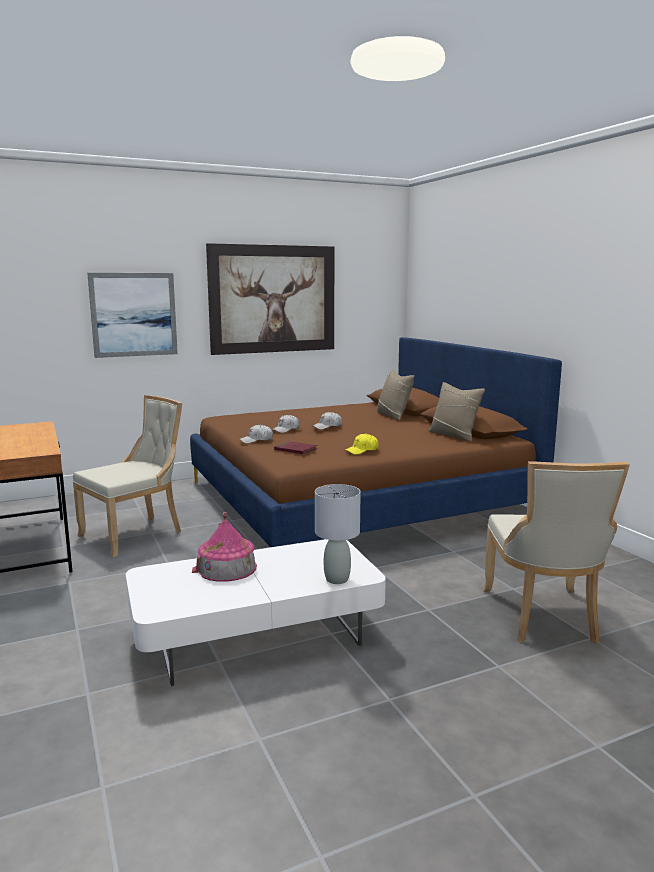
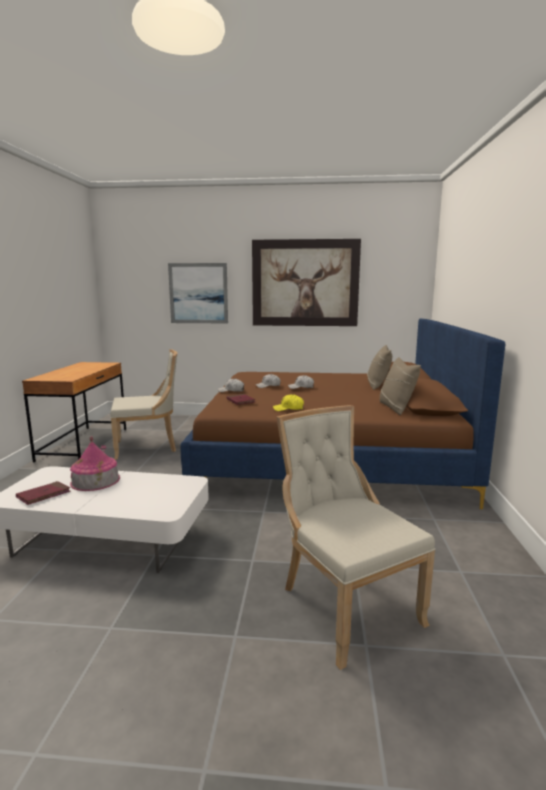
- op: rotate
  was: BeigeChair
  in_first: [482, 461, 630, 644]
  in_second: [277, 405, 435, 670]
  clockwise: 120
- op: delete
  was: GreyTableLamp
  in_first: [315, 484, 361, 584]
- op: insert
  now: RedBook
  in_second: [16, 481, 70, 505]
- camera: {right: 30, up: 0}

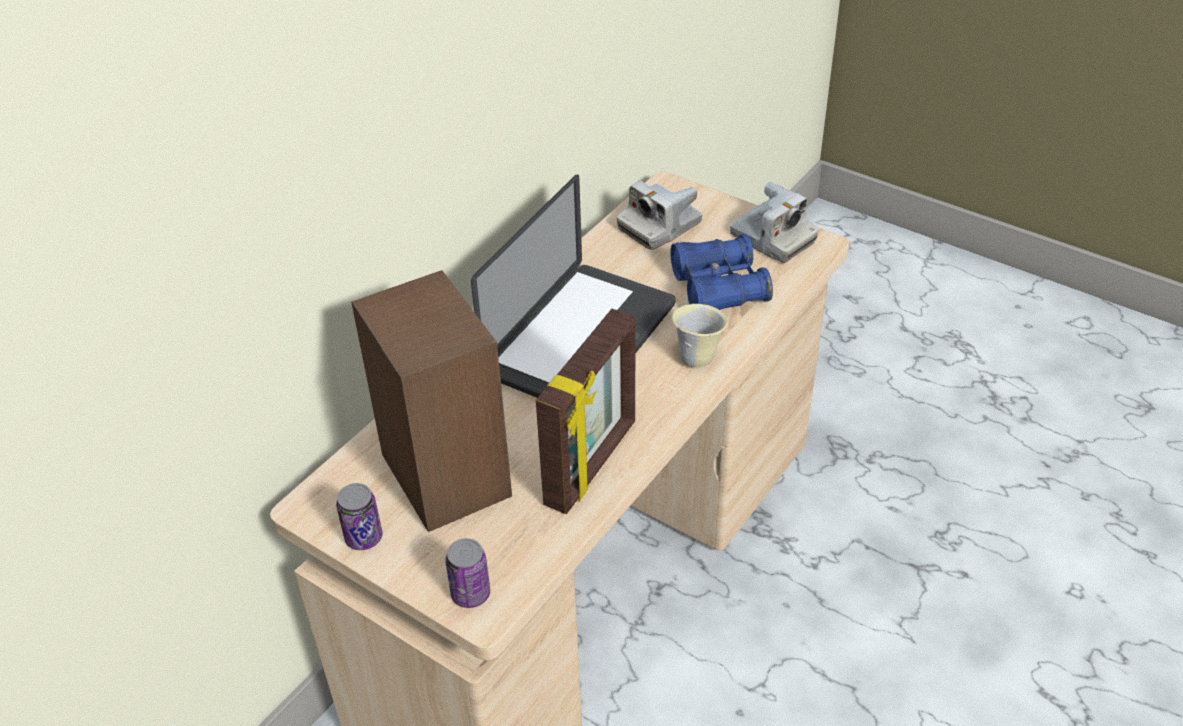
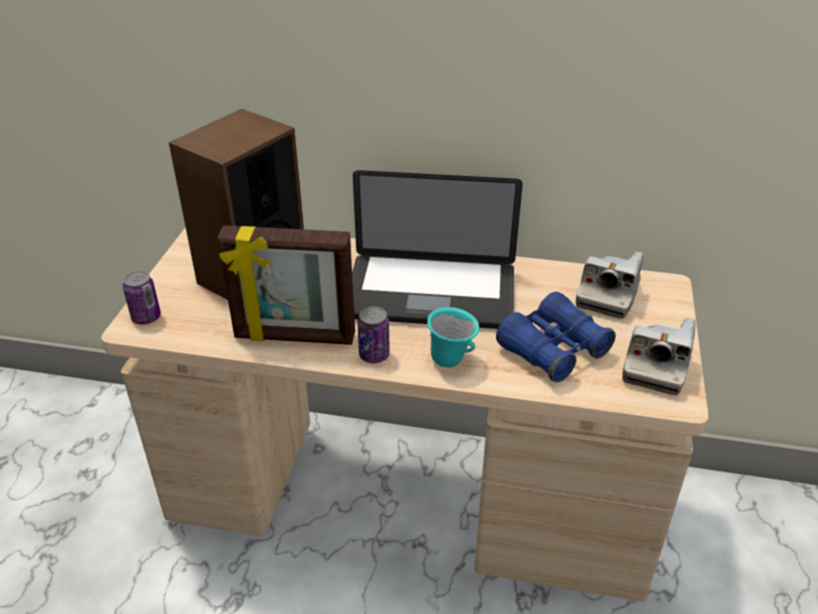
- op: rotate
  was: PhotoCamera
  in_first: [617, 181, 703, 250]
  in_second: [576, 251, 644, 319]
  clockwise: -90
- op: recolor
  was: BeigeMug
  now: TurquoiseMug
  in_first: [672, 304, 728, 368]
  in_second: [427, 307, 479, 368]
- op: move
  was: Can
  in_first: [336, 483, 382, 550]
  in_second: [357, 306, 390, 363]
- camera: {right: 65, up: -5}

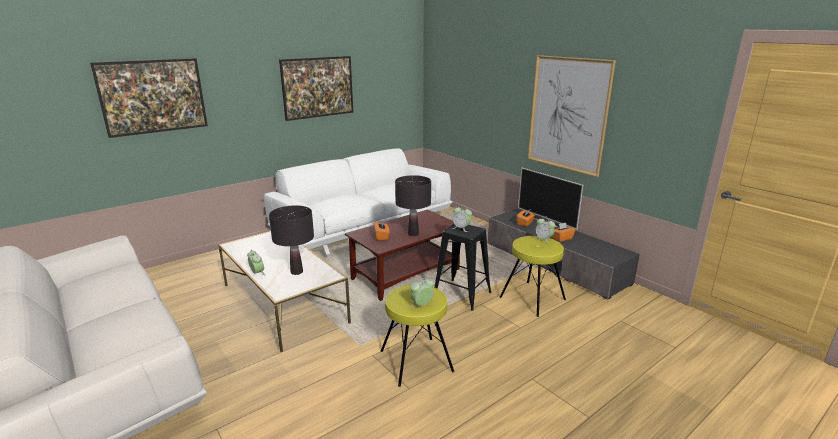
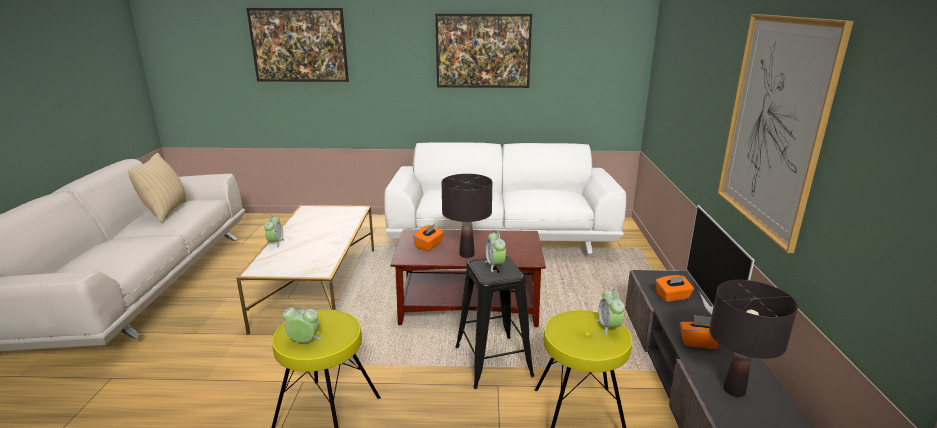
- op: move
  was: BlackTableLamp
  in_first: [269, 205, 314, 275]
  in_second: [709, 280, 798, 397]
- op: insert
  now: BeigePillow
  in_second: [128, 153, 188, 223]
- camera: {right: 40, up: 0}

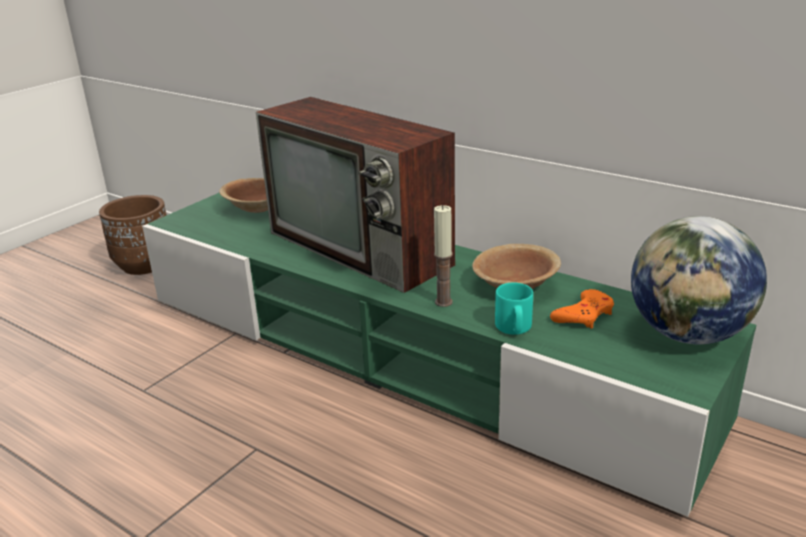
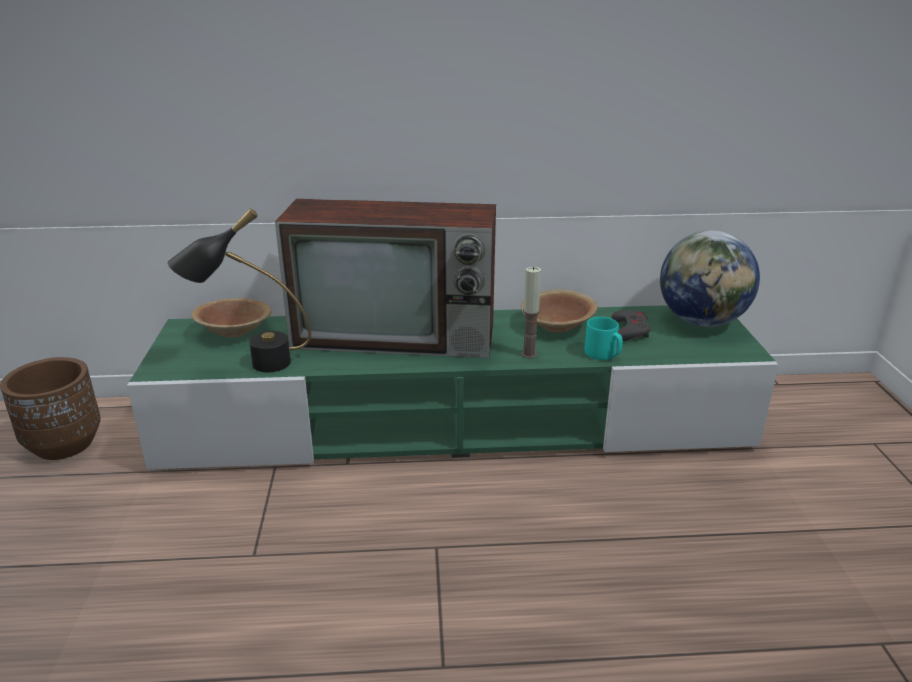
- op: recolor
  was: OrangeGameController
  now: GreyGameController
  in_first: [550, 289, 614, 329]
  in_second: [612, 310, 651, 341]
- op: insert
  now: BlackTableLamp
  in_second: [167, 209, 311, 372]
- camera: {right: -40, up: 0}

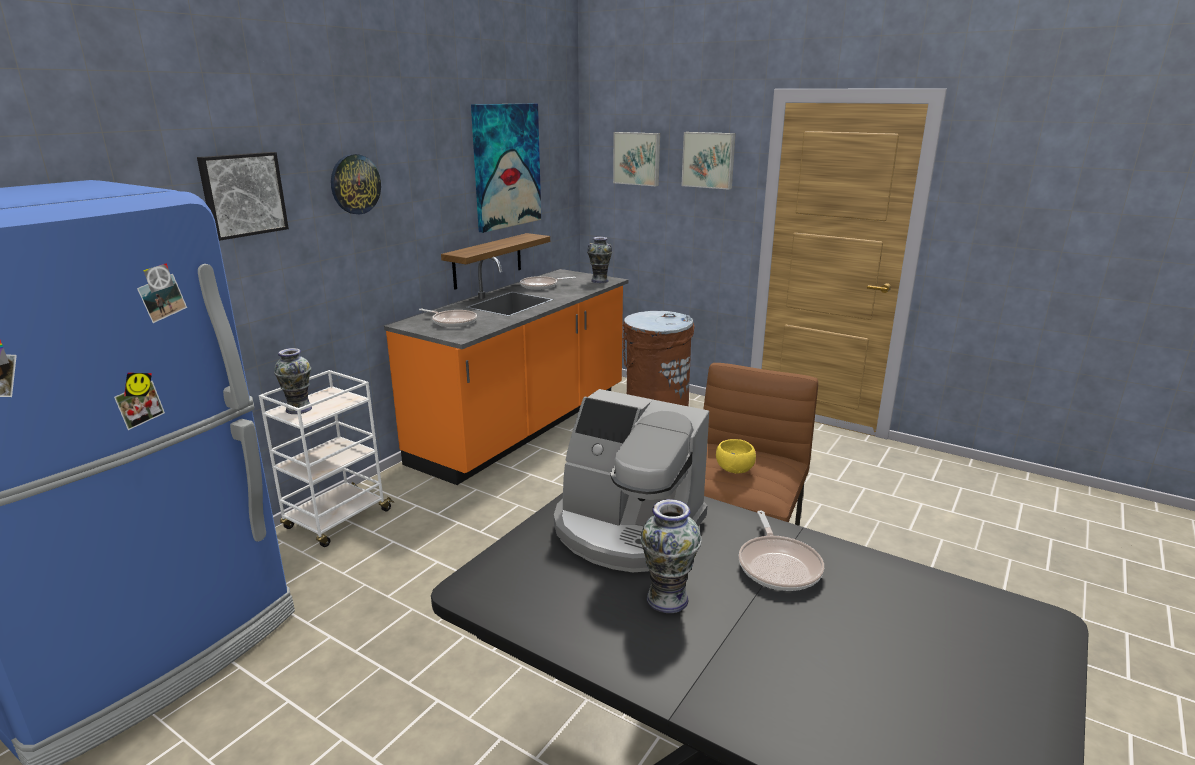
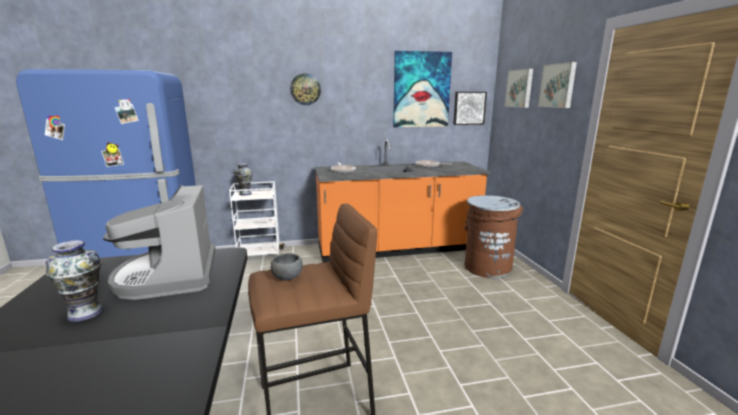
- op: move
  was: Picture
  in_first: [197, 152, 289, 241]
  in_second: [453, 92, 487, 125]
- op: delete
  was: Shelf
  in_first: [441, 233, 550, 290]
- op: delete
  was: Vase
  in_first: [587, 237, 612, 283]
- op: recolor
  was: YellowBowl
  now: GreyBowl
  in_first: [716, 439, 756, 473]
  in_second: [271, 253, 303, 280]
- op: delete
  was: FryingPan
  in_first: [739, 511, 824, 591]
- camera: {right: 45, up: -5}

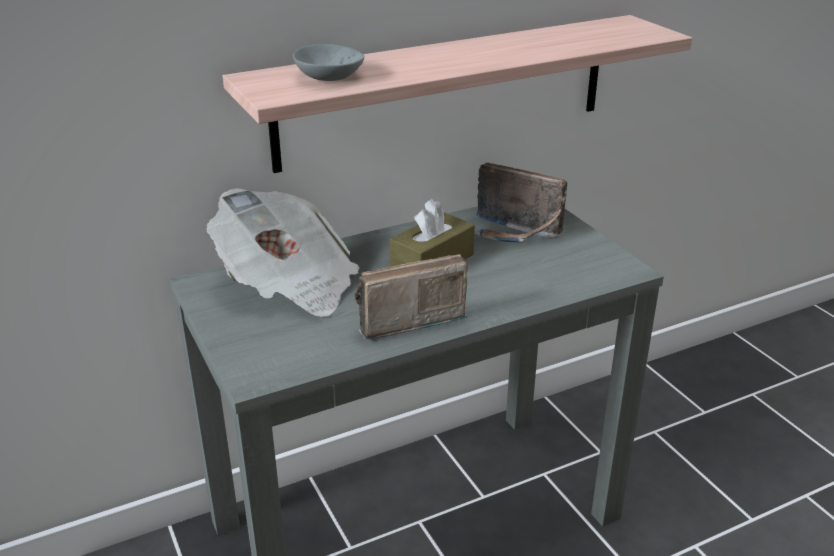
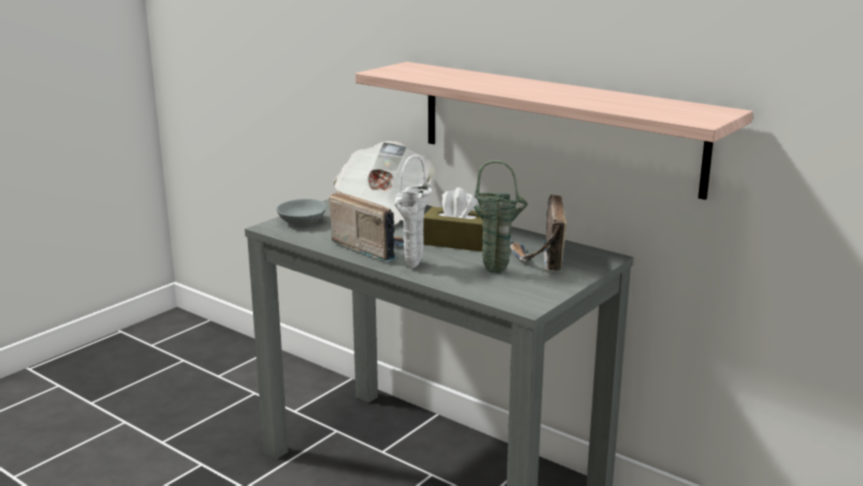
- op: move
  was: GreyBowl
  in_first: [293, 44, 364, 81]
  in_second: [276, 199, 326, 226]
- op: insert
  now: WhiteVase
  in_second: [394, 155, 432, 268]
- op: insert
  now: GreenVase
  in_second: [474, 160, 528, 272]
- camera: {right: 65, up: -10}

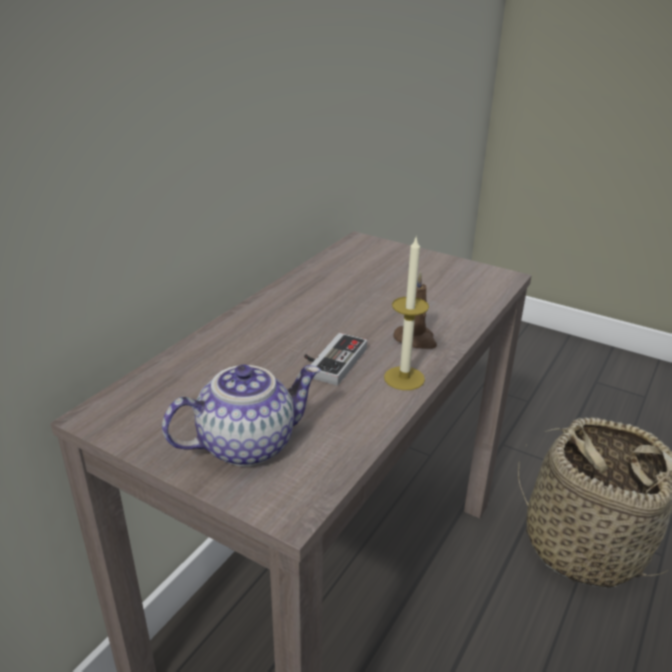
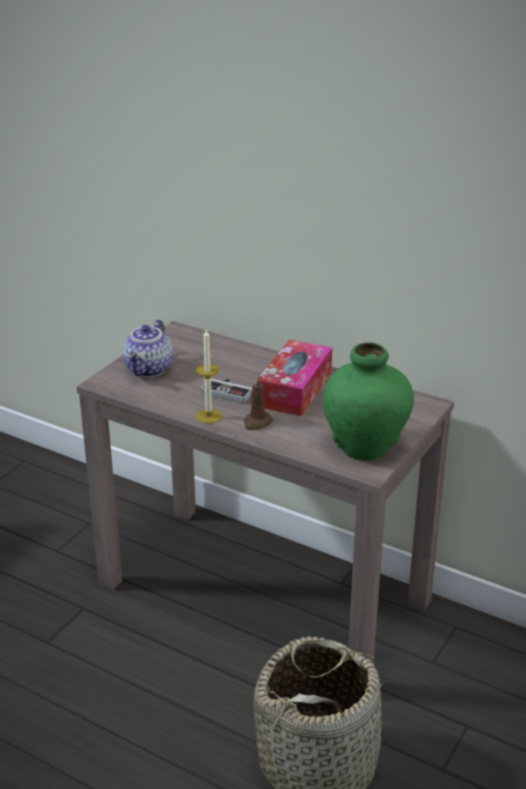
- op: rotate
  was: Teapot
  in_first: [162, 364, 321, 467]
  in_second: [122, 319, 173, 377]
  clockwise: 45
- op: insert
  now: TissueBox
  in_second: [259, 339, 332, 416]
- op: insert
  now: GreenVase
  in_second: [323, 342, 414, 461]
- camera: {right: 90, up: 0}

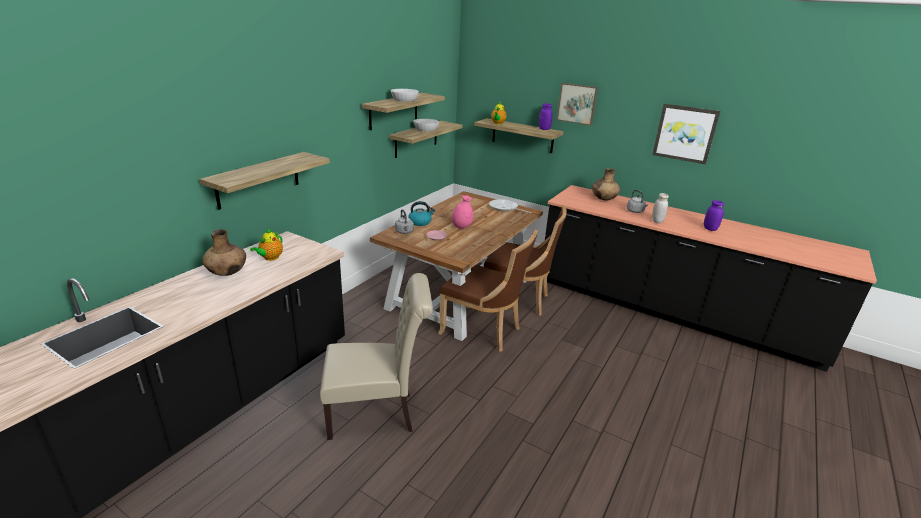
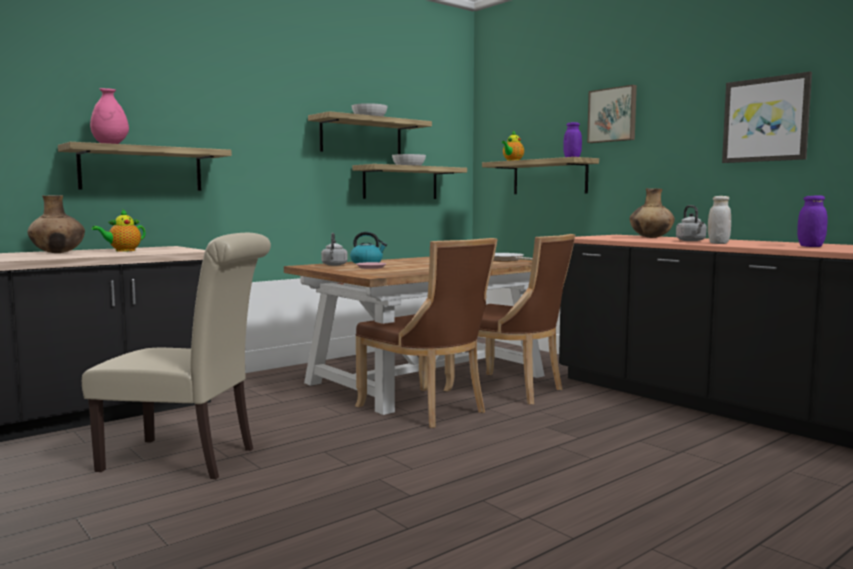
- op: move
  was: PinkVase
  in_first: [452, 195, 473, 229]
  in_second: [90, 88, 129, 144]
- camera: {right: 20, up: -20}

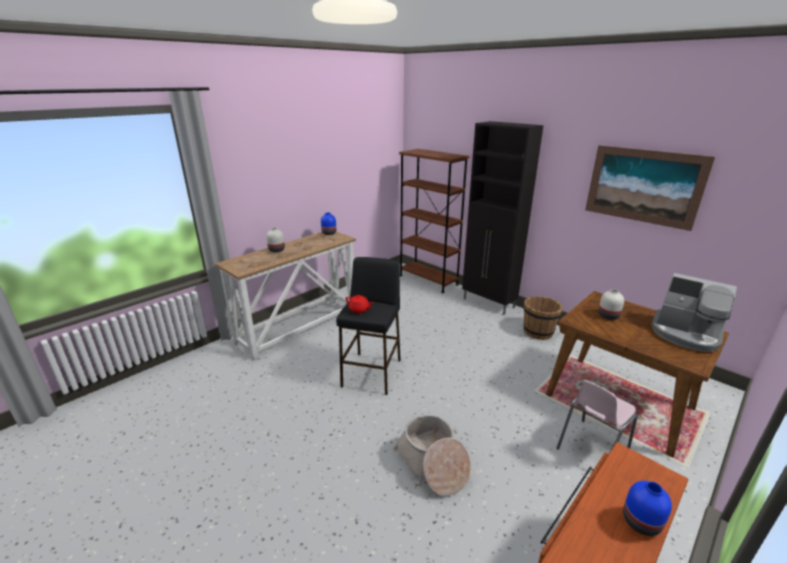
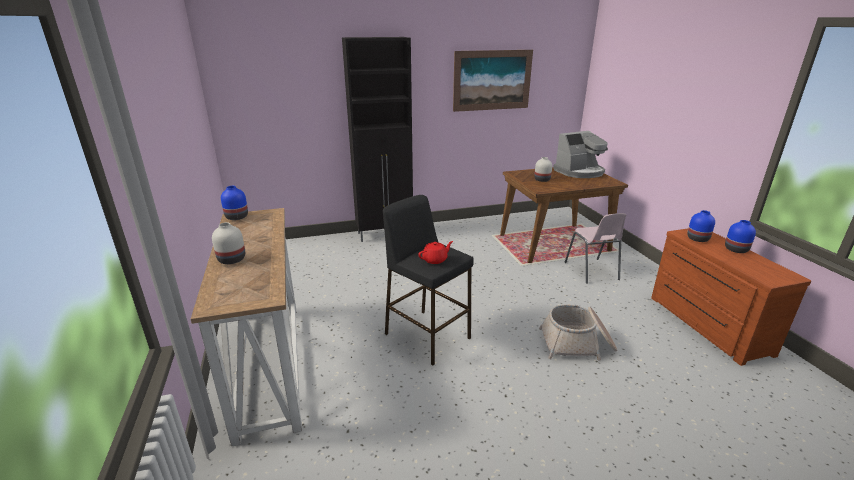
- op: delete
  was: BrownBookcase
  in_first: [399, 149, 469, 293]
- op: delete
  was: BrownBucket
  in_first: [523, 296, 563, 340]
- op: insert
  now: BlueVase
  in_second: [687, 210, 715, 242]
- camera: {right: -60, up: 0}

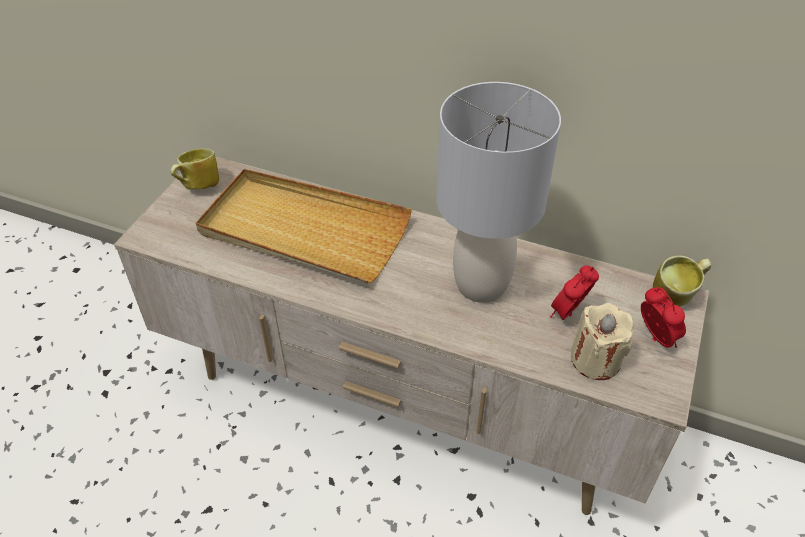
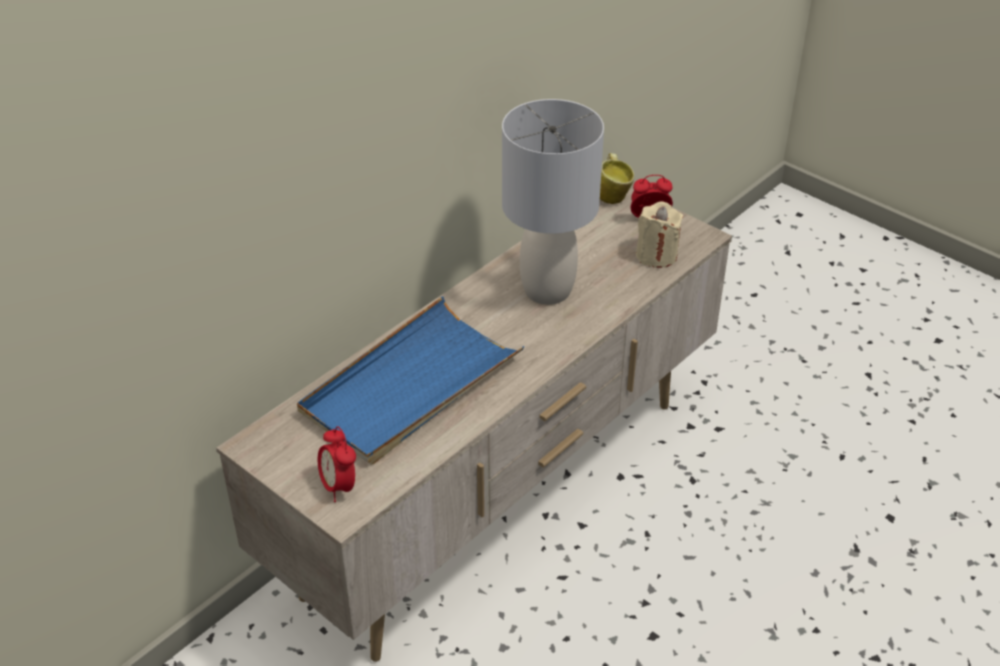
- op: delete
  was: Mug
  in_first: [171, 148, 219, 189]
- op: recolor
  was: BeigeTray
  now: BlueTray
  in_first: [196, 169, 412, 284]
  in_second: [297, 296, 524, 465]
- op: move
  was: AlarmClock
  in_first: [550, 266, 599, 320]
  in_second: [318, 426, 356, 502]
- camera: {right: -70, up: -5}

